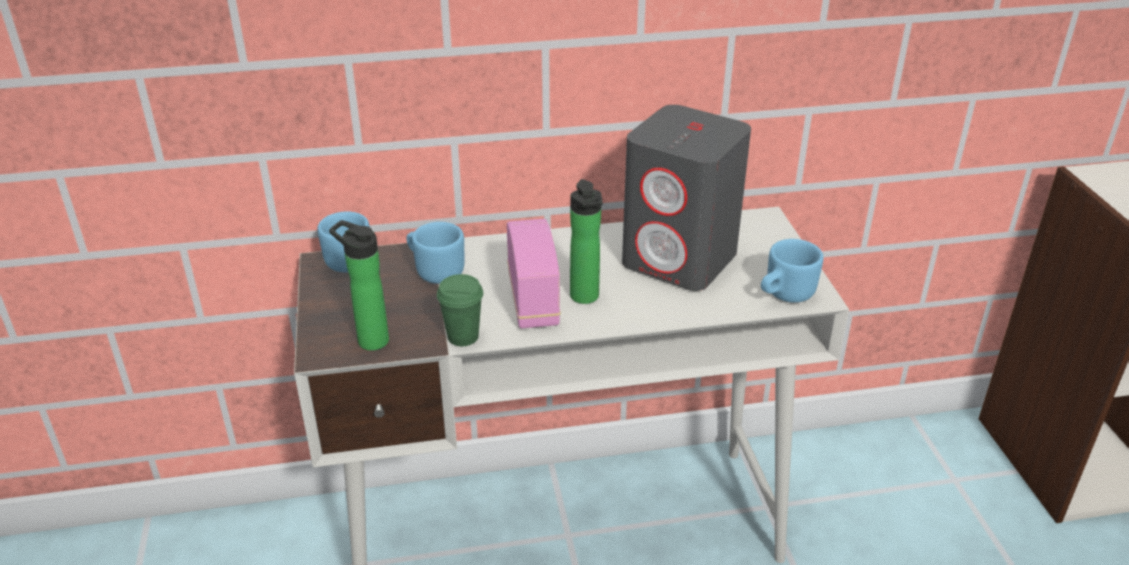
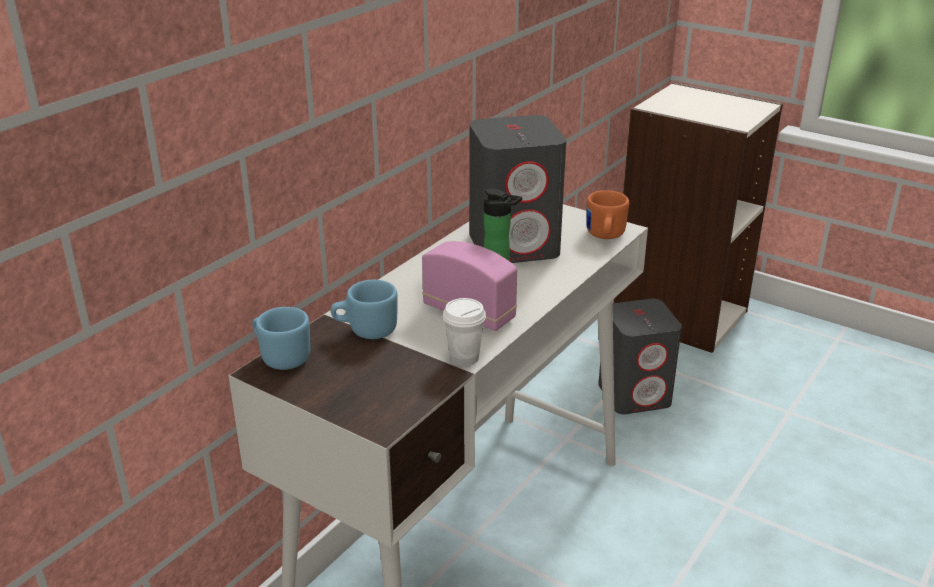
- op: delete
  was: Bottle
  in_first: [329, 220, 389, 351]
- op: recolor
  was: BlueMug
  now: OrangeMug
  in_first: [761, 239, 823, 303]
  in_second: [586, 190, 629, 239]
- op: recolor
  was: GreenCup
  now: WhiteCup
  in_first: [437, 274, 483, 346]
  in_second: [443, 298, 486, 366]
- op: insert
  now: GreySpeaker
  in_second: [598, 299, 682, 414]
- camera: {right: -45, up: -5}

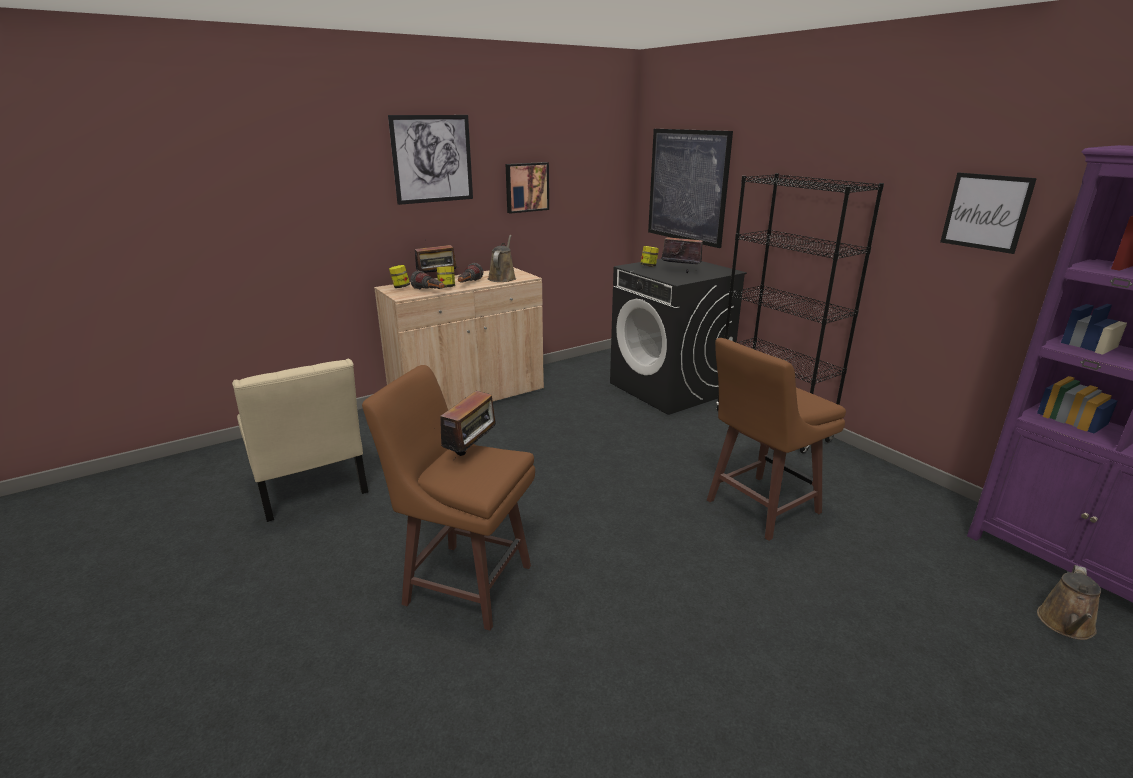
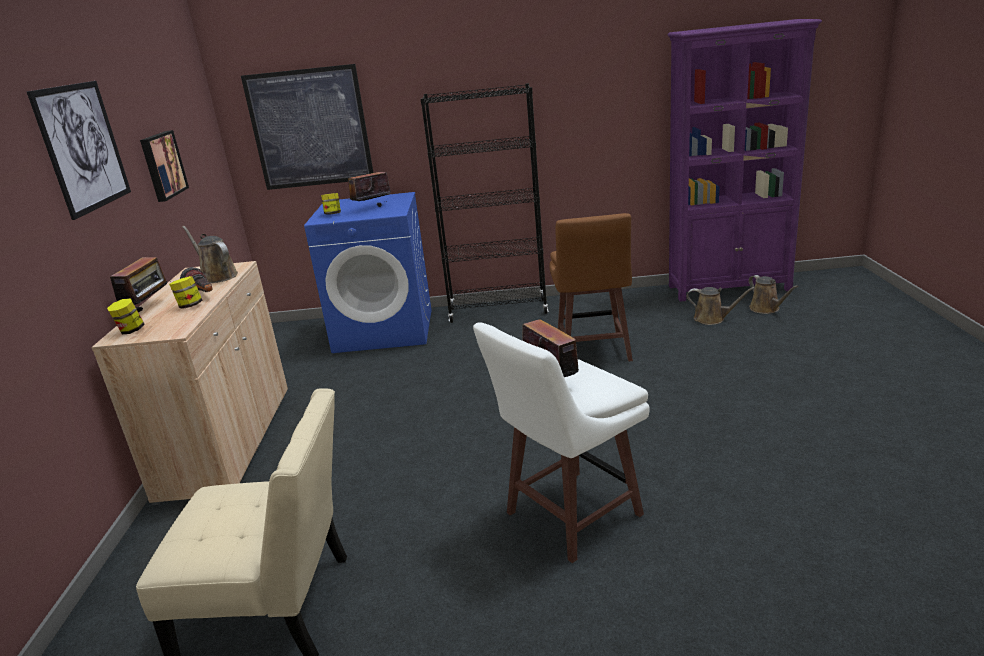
- op: delete
  was: Picture
  in_first: [940, 173, 1037, 254]
- op: recolor
  was: BlackWashingMachine
  now: BlueWashingMachine
  in_first: [610, 259, 747, 415]
  in_second: [304, 192, 432, 353]
- op: delete
  was: Flashlight
  in_first: [410, 271, 445, 289]
- op: recolor
  was: BrownStool
  now: WhiteStool
  in_first: [362, 365, 535, 630]
  in_second: [473, 322, 650, 563]
- op: insert
  now: BrownWateringCan
  in_second: [687, 287, 755, 325]
- camera: {right: -55, up: 0}

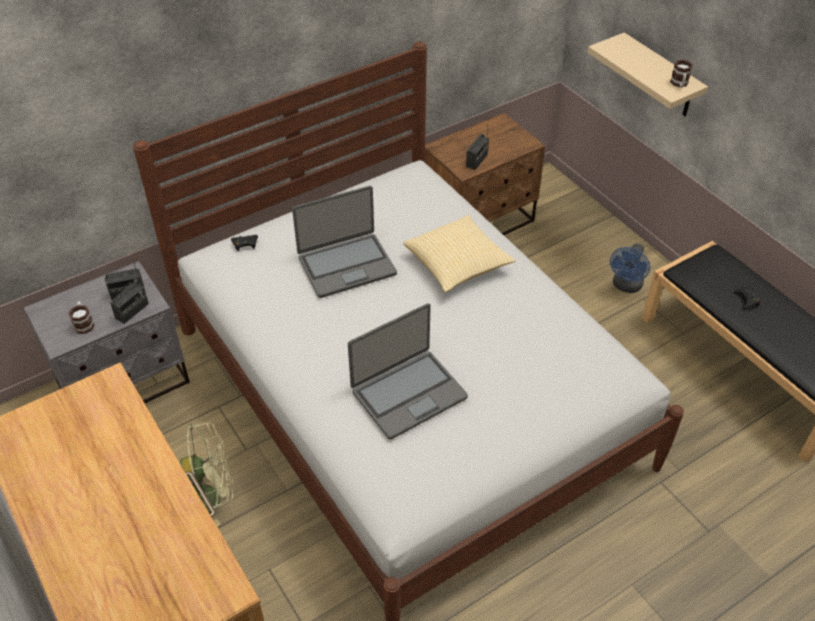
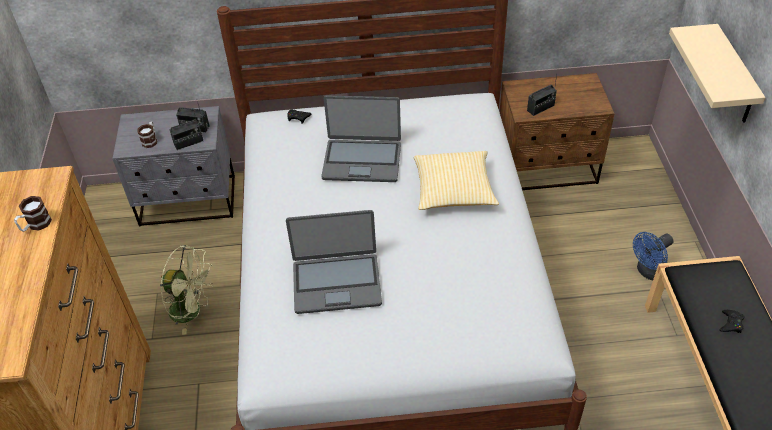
- op: move
  was: Mug
  in_first: [670, 60, 693, 88]
  in_second: [14, 196, 52, 232]
- camera: {right: 30, up: 0}

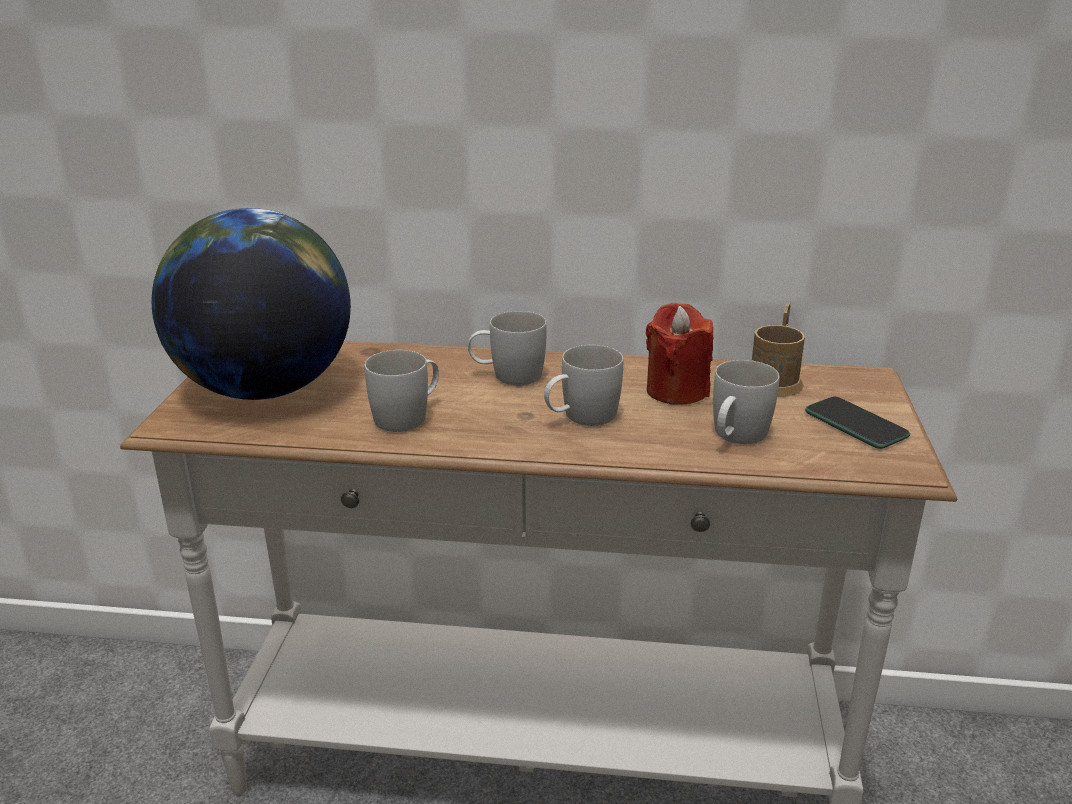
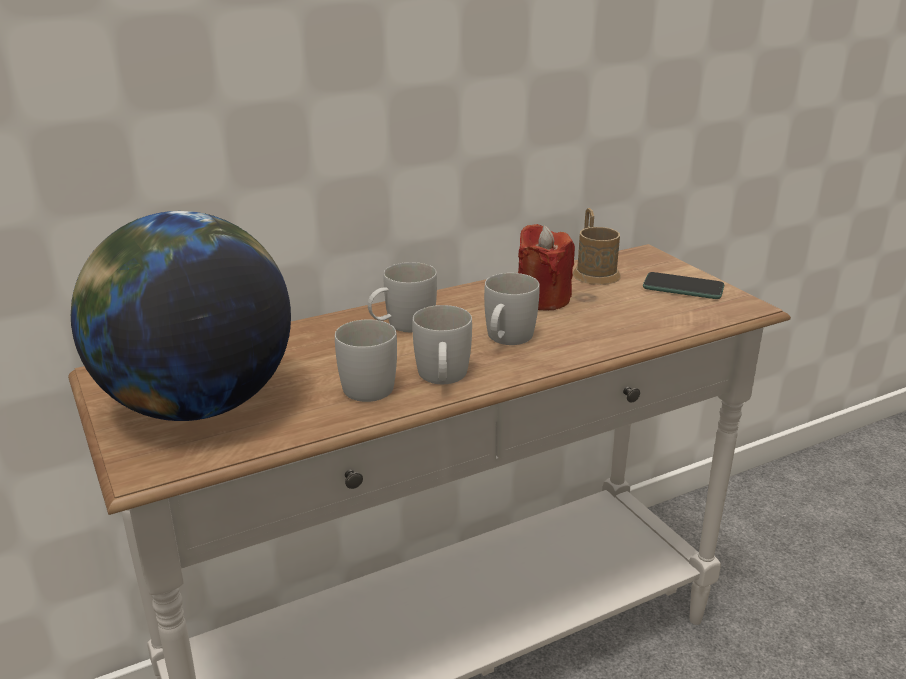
- op: move
  was: WhiteMug
  in_first: [713, 360, 780, 444]
  in_second: [412, 305, 472, 384]
- camera: {right: -35, up: 0}

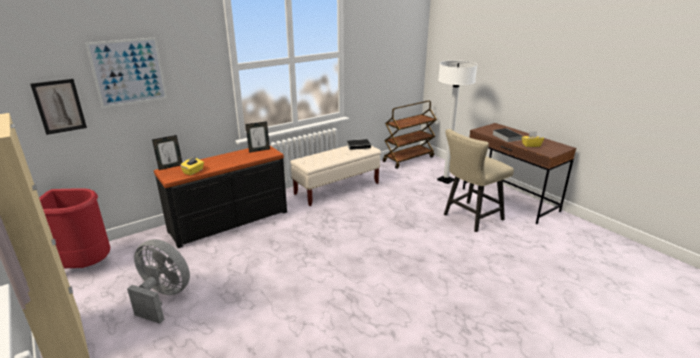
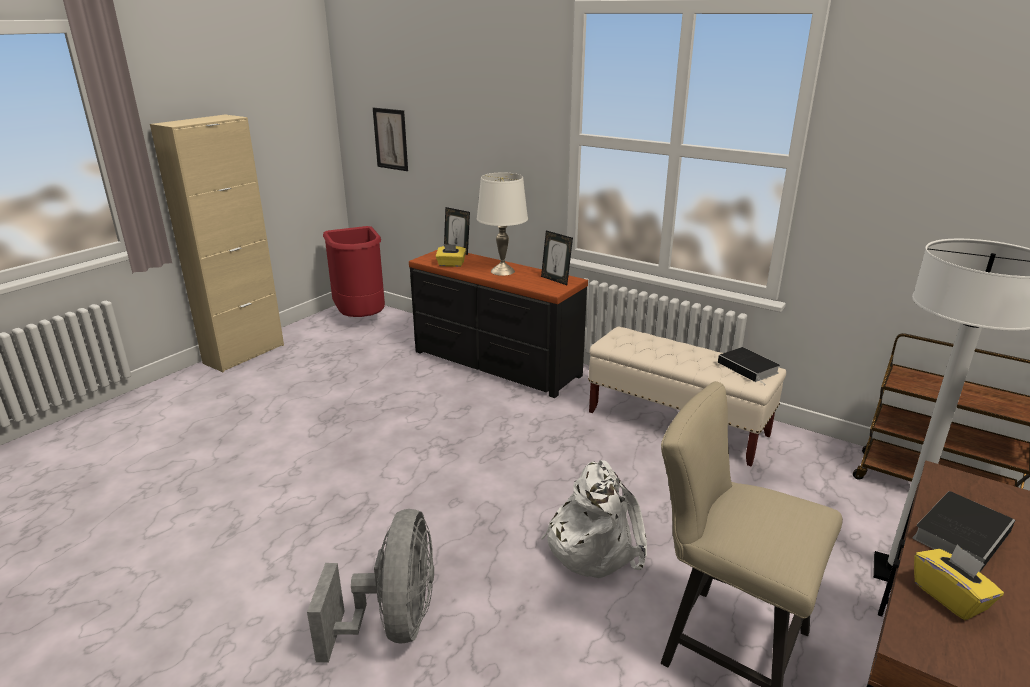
- op: delete
  was: Picture
  in_first: [86, 37, 167, 108]
- op: move
  was: GreyFan
  in_first: [127, 239, 190, 324]
  in_second: [307, 509, 434, 663]
- op: insert
  now: WhiteTableLamp
  in_second: [477, 172, 528, 276]
- op: insert
  now: WhiteBackpack
  in_second: [541, 460, 647, 578]
- camera: {right: 70, up: 0}

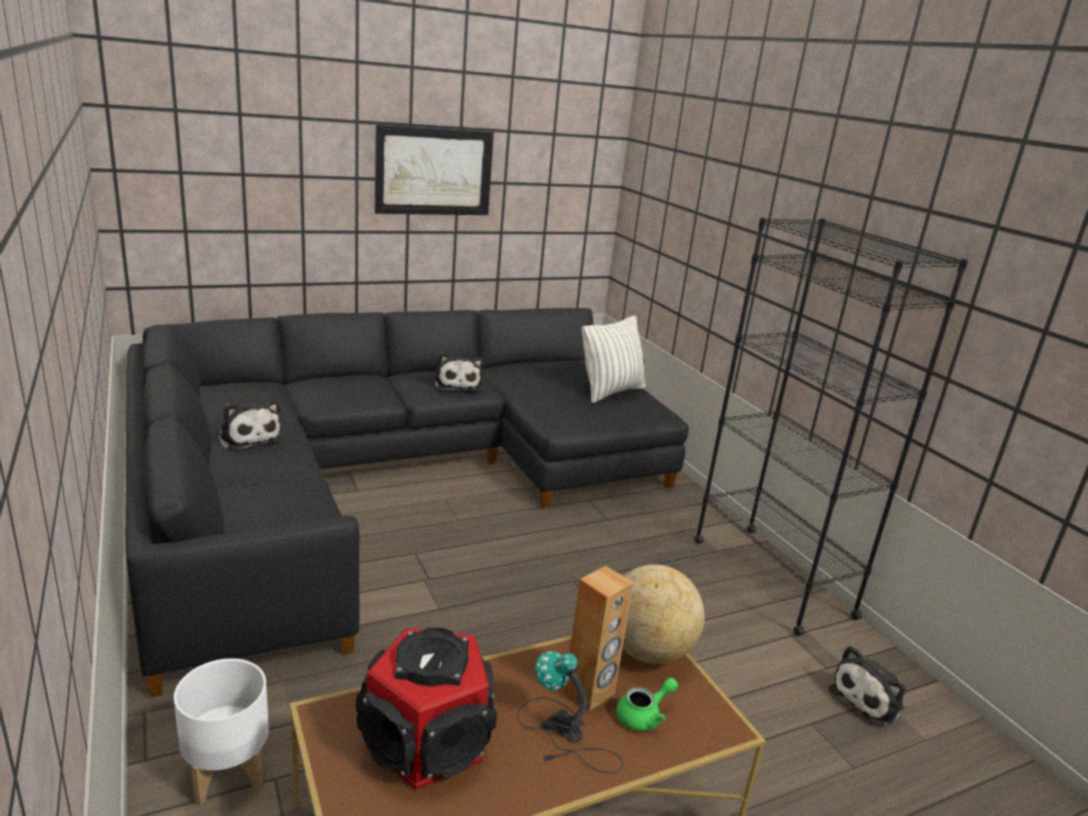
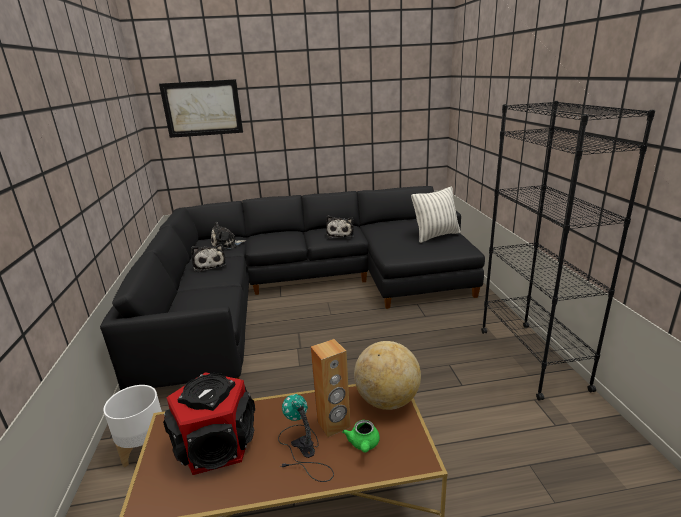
- op: move
  was: Picture
  in_first: [375, 125, 494, 215]
  in_second: [159, 79, 243, 138]
- op: move
  was: PlushToy
  in_first: [829, 646, 906, 726]
  in_second: [211, 222, 247, 250]
- op: rotate
  was: GreenTeapot
  in_first: [616, 678, 678, 731]
  in_second: [342, 420, 380, 453]
  clockwise: 105
- camera: {right: 20, up: 0}

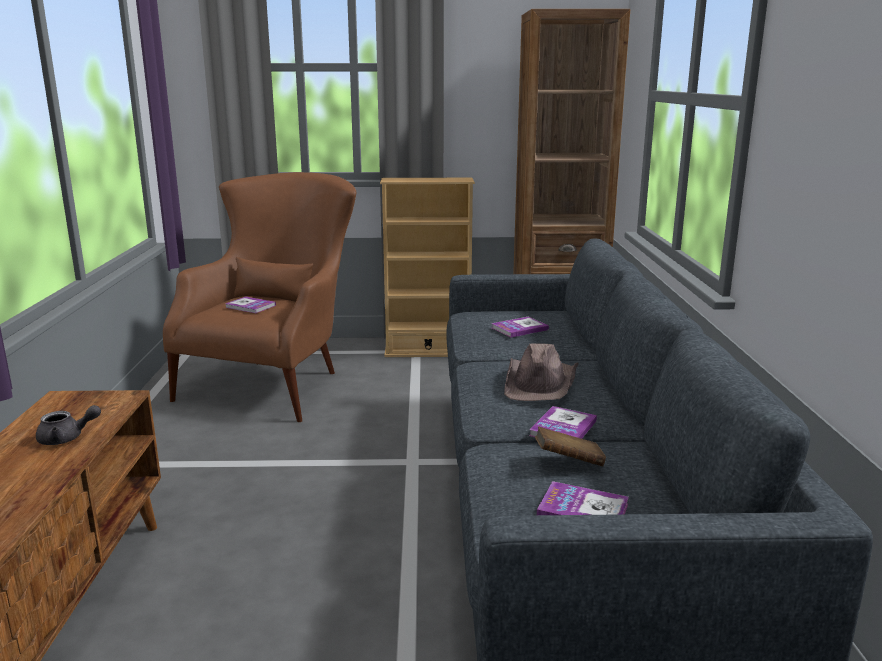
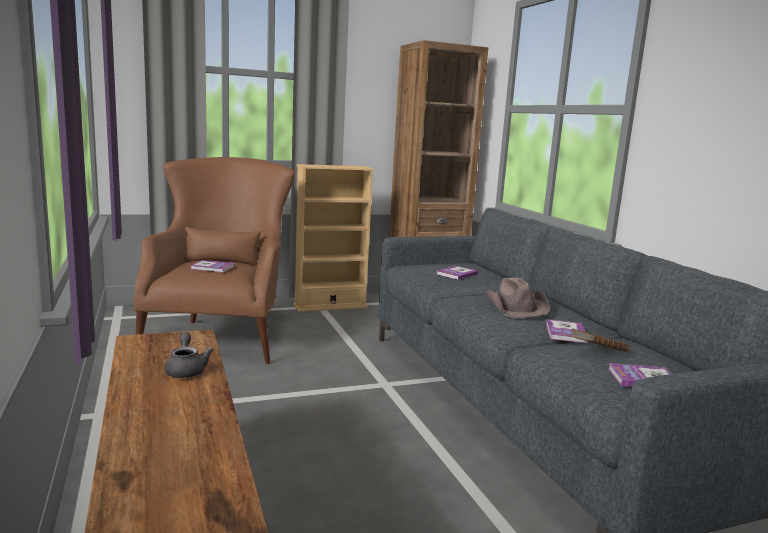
- op: rotate
  was: GreyTeapot
  in_first: [36, 405, 101, 445]
  in_second: [164, 332, 214, 378]
  clockwise: -75
- camera: {right: -20, up: -5}

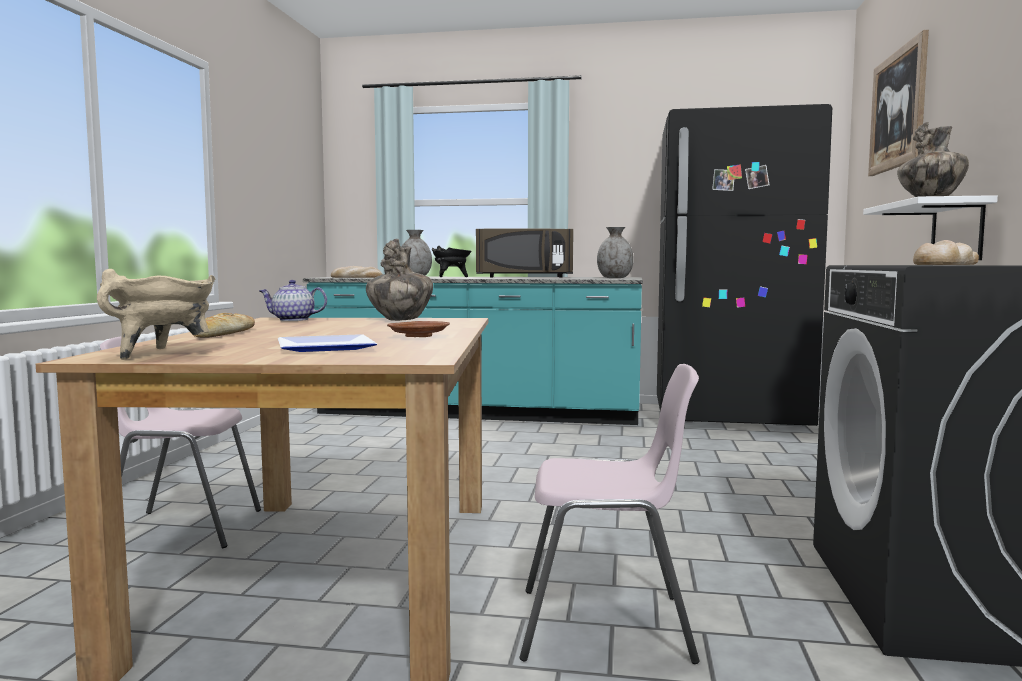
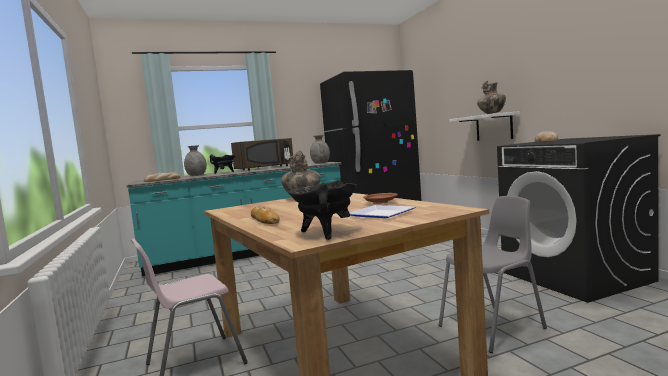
- op: delete
  was: Picture
  in_first: [868, 30, 929, 176]
- op: recolor
  was: BeigeCookingPot
  now: BlackCookingPot
  in_first: [97, 269, 216, 360]
  in_second: [288, 180, 357, 240]
- op: delete
  was: Teapot
  in_first: [259, 280, 327, 321]
- op: recolor
  was: PinkChair
  now: GreyChair
  in_first: [520, 364, 699, 664]
  in_second: [439, 196, 547, 353]
- camera: {right: -30, up: 0}

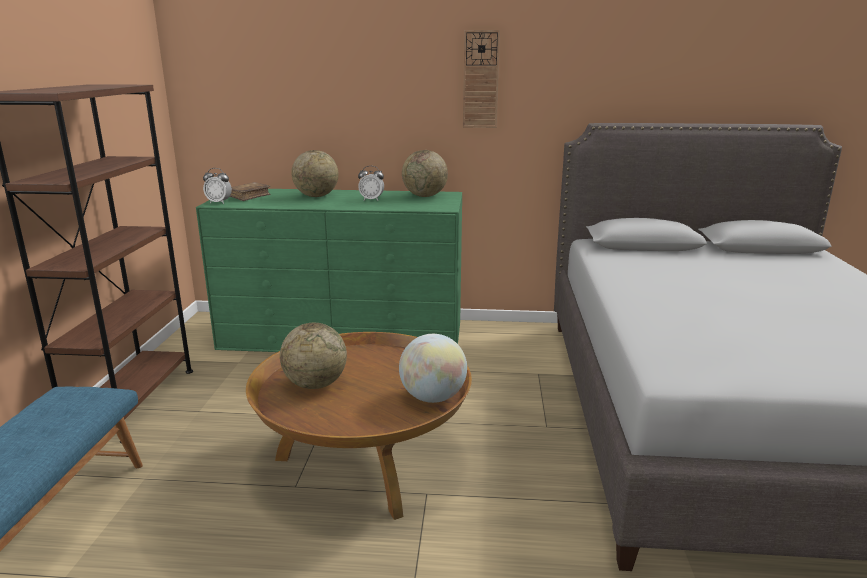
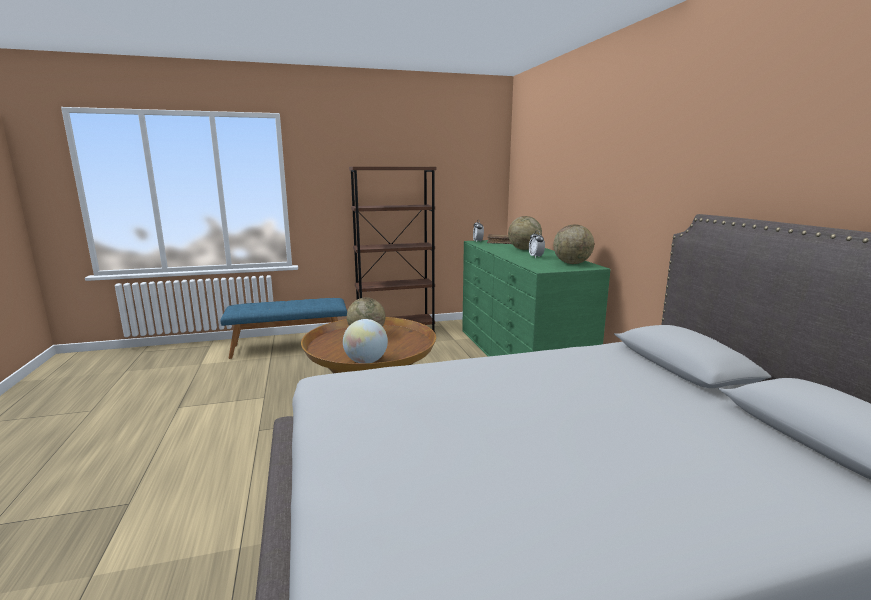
- op: delete
  was: WallClock
  in_first: [463, 30, 500, 128]
- camera: {right: 70, up: -5}

